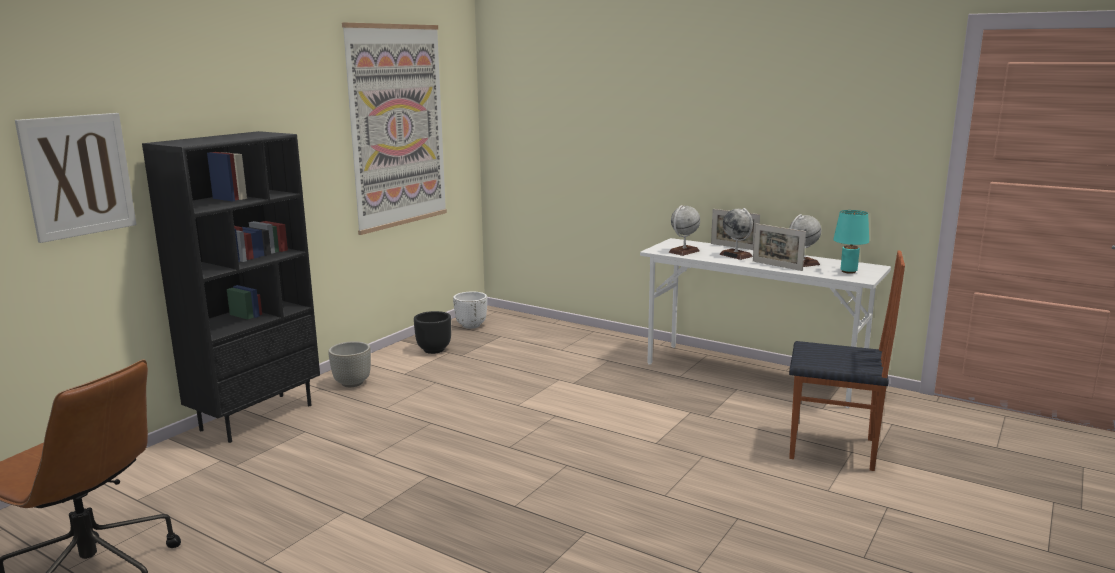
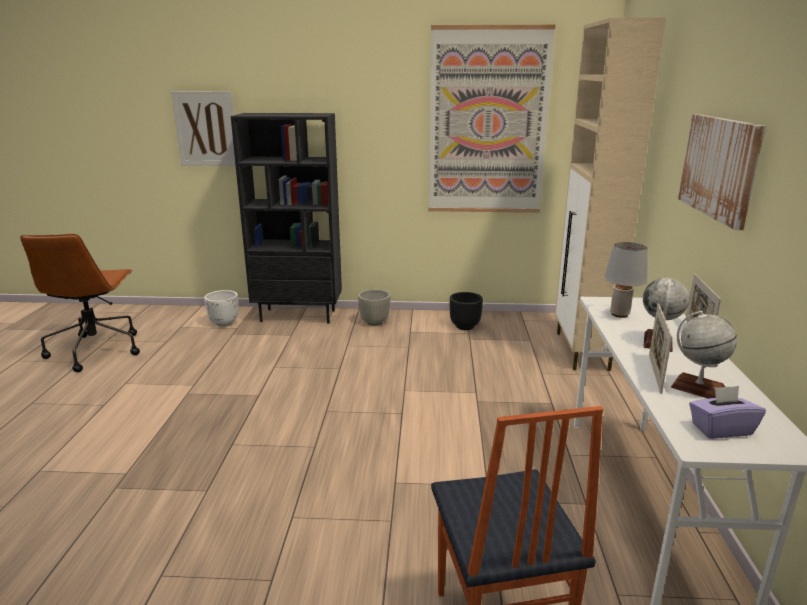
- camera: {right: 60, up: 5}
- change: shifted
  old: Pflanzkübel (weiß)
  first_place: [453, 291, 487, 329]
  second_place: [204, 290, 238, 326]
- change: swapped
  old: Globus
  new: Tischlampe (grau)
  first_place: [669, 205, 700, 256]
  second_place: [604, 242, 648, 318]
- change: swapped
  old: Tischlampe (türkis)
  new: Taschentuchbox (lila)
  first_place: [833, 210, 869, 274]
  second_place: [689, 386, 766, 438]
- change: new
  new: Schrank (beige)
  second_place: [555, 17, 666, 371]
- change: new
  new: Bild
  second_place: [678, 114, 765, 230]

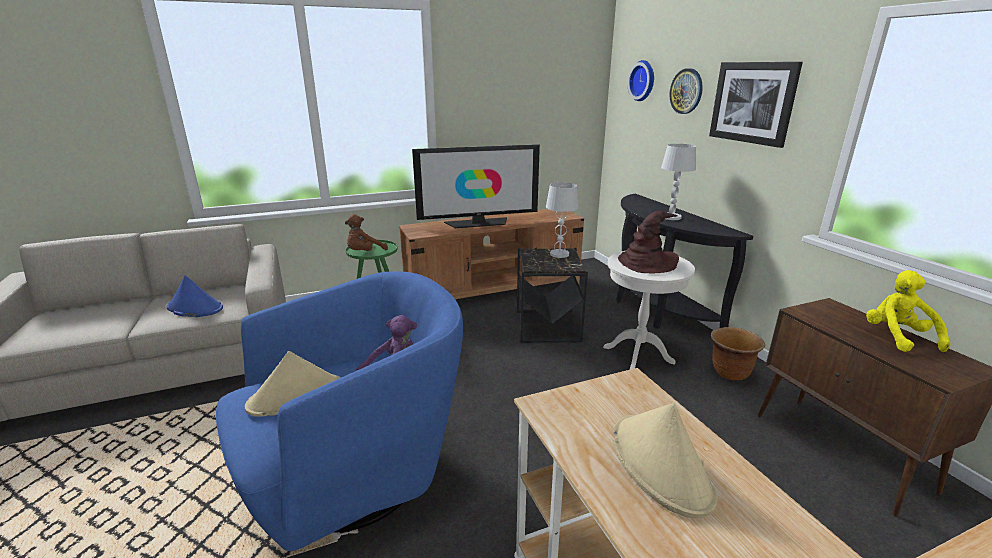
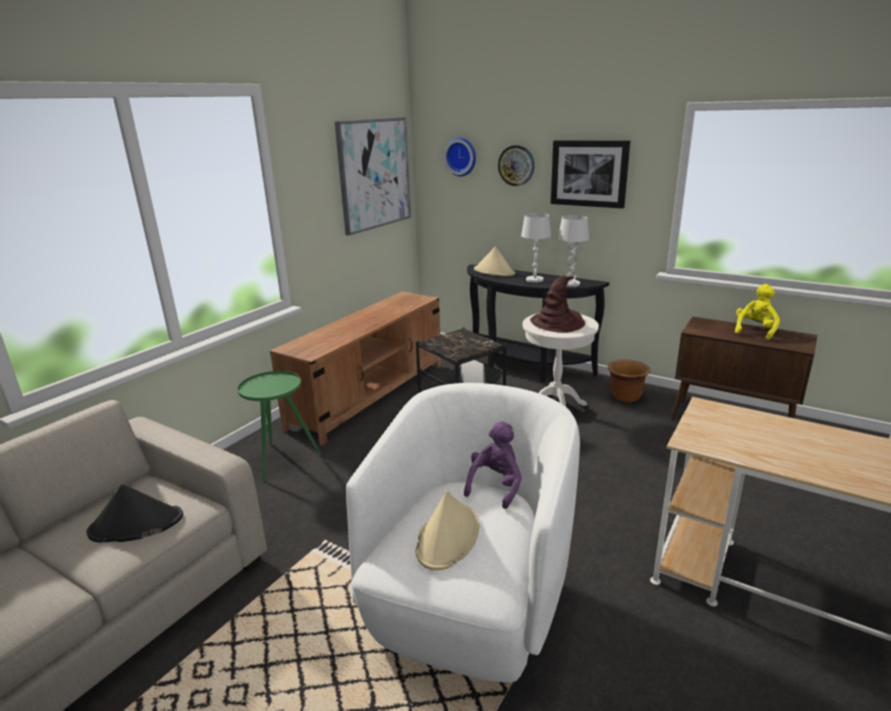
- camera: {right: -35, up: 0}
- change: repainted
  old: Hut (blau)
  new: Hut (schwarz)
  first_place: [167, 275, 223, 317]
  second_place: [87, 484, 183, 543]
- change: repainted
  old: Sessel (blau)
  new: Sessel (weiß)
  first_place: [216, 271, 463, 551]
  second_place: [346, 383, 580, 683]
- change: gone
  old: Plüschtier (braun)
  first_place: [345, 214, 388, 251]
- change: gone
  old: Fernseher
  first_place: [412, 144, 540, 228]
- change: shifted
  old: Tischlampe (weiß)
  first_place: [546, 182, 579, 258]
  second_place: [558, 215, 589, 287]
- change: shifted
  old: Hut (beige)
  first_place: [613, 403, 718, 519]
  second_place: [474, 246, 515, 276]
- change: rotated
  old: Plüschtier (gelb)
  first_place: [866, 270, 951, 352]
  second_place: [735, 284, 780, 340]
  degrees: 75
- change: new
  new: Bild
  second_place: [335, 117, 411, 235]

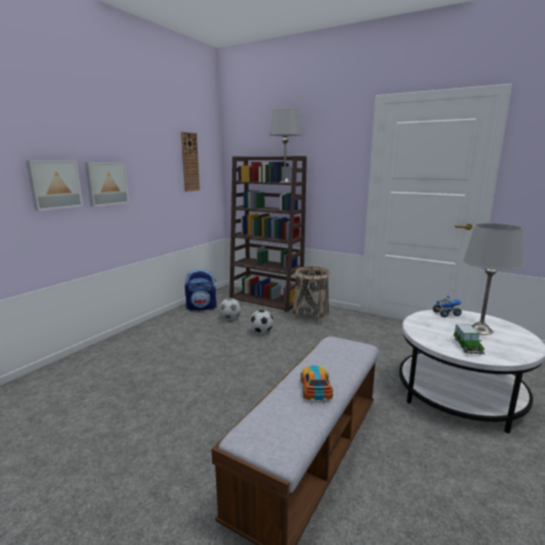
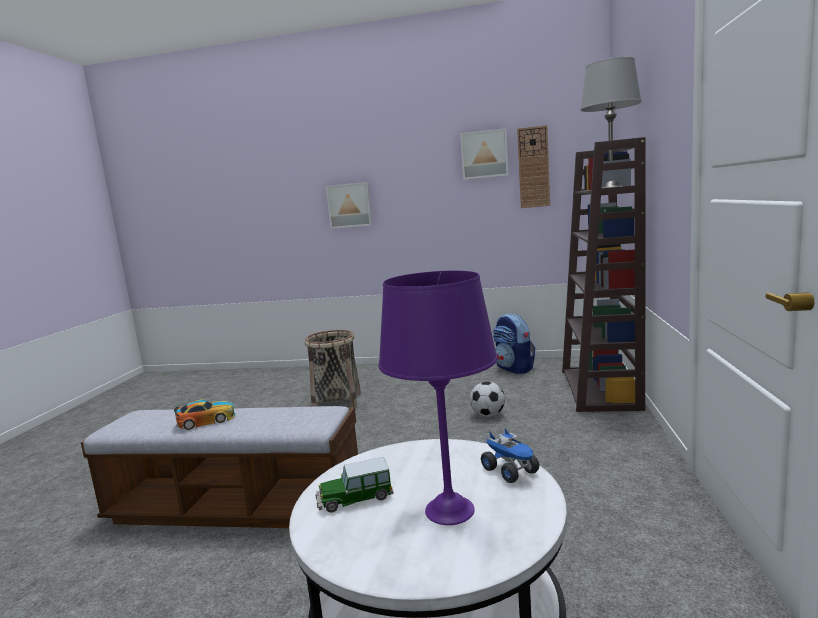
- camera: {right: 70, up: -5}
- change: shifted
  old: Bild
  first_place: [85, 162, 129, 207]
  second_place: [460, 128, 508, 180]
- change: gone
  old: Fußball
  first_place: [219, 298, 241, 320]
- change: shifted
  old: Korb
  first_place: [292, 266, 330, 325]
  second_place: [305, 330, 361, 409]
- change: repainted
  old: Tischlampe (grau)
  new: Tischlampe (lila)
  first_place: [463, 223, 524, 335]
  second_place: [379, 270, 498, 525]

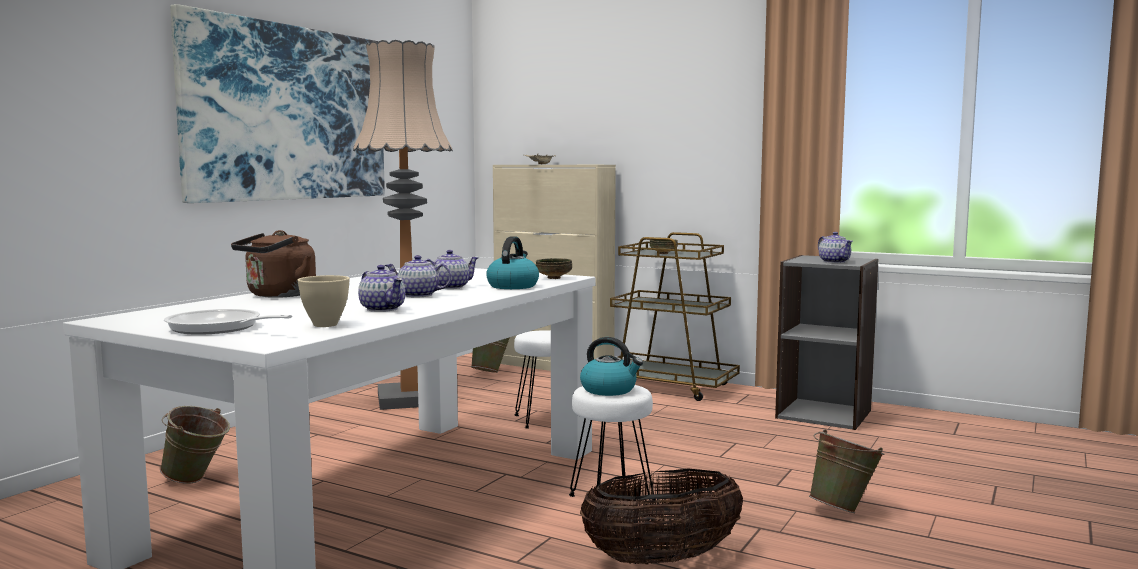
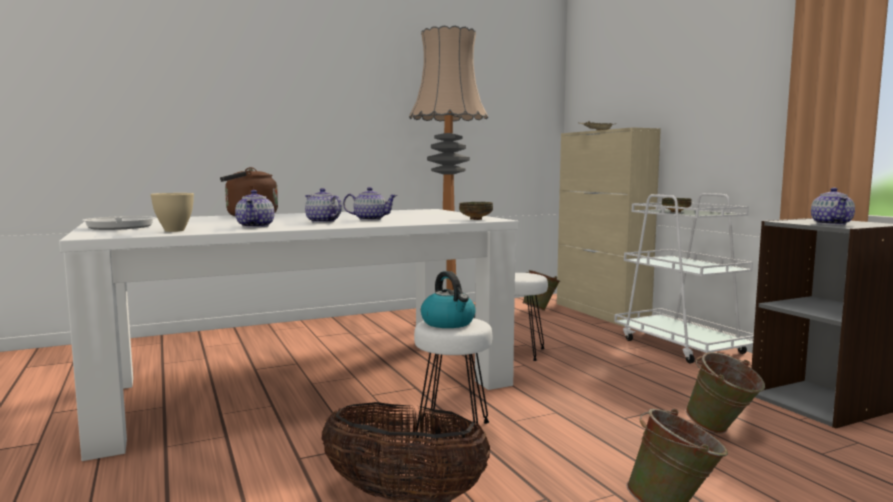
- camera: {right: 35, up: 0}
- change: shifted
  old: Eimer (grün)
  first_place: [160, 406, 230, 484]
  second_place: [685, 352, 765, 434]
- change: gone
  old: Bild
  first_place: [170, 4, 385, 203]
- change: gone
  old: Wasserkessel
  first_place: [486, 236, 539, 289]
- change: repainted
  old: Rollwagen (braun)
  new: Rollwagen (weiß)
  first_place: [610, 232, 740, 401]
  second_place: [614, 193, 754, 363]

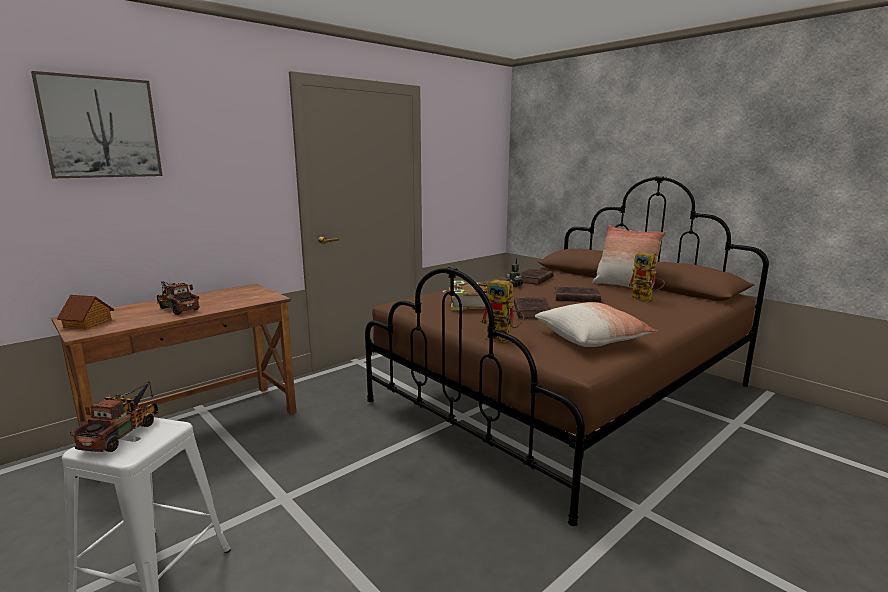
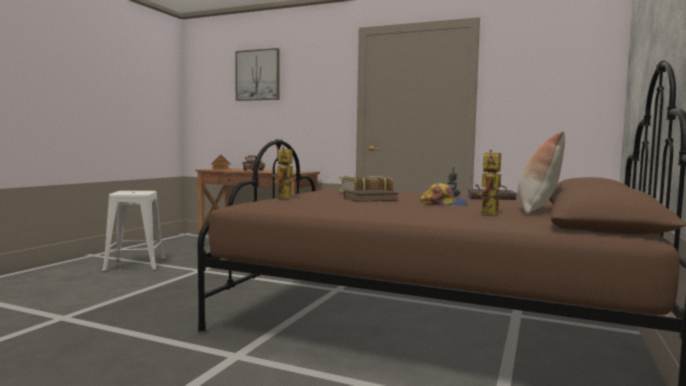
- camera: {right: 65, up: -10}
- change: gone
  old: Spielzeuglaster
  first_place: [70, 381, 159, 452]
- change: gone
  old: Kissen
  first_place: [535, 302, 658, 347]
- change: swapped
  old: Buch (braun)
  new: Kappe
  first_place: [554, 287, 601, 302]
  second_place: [420, 183, 468, 206]

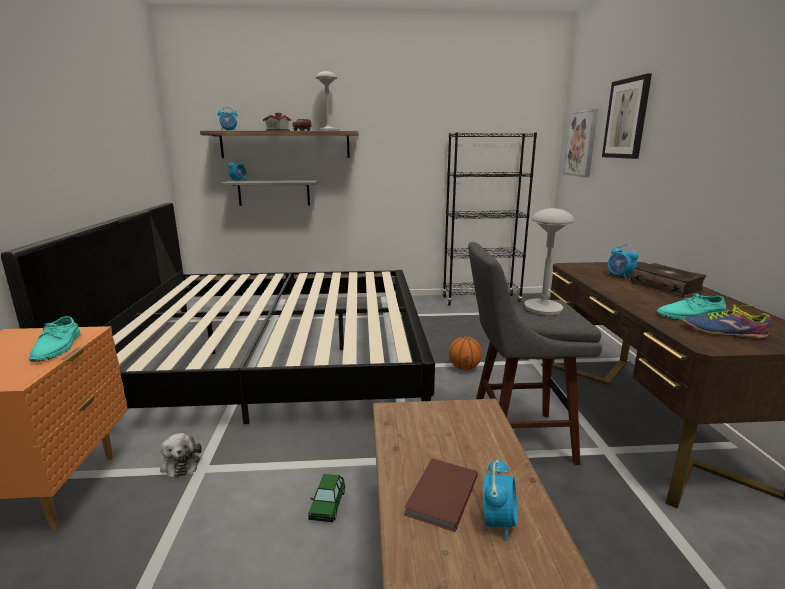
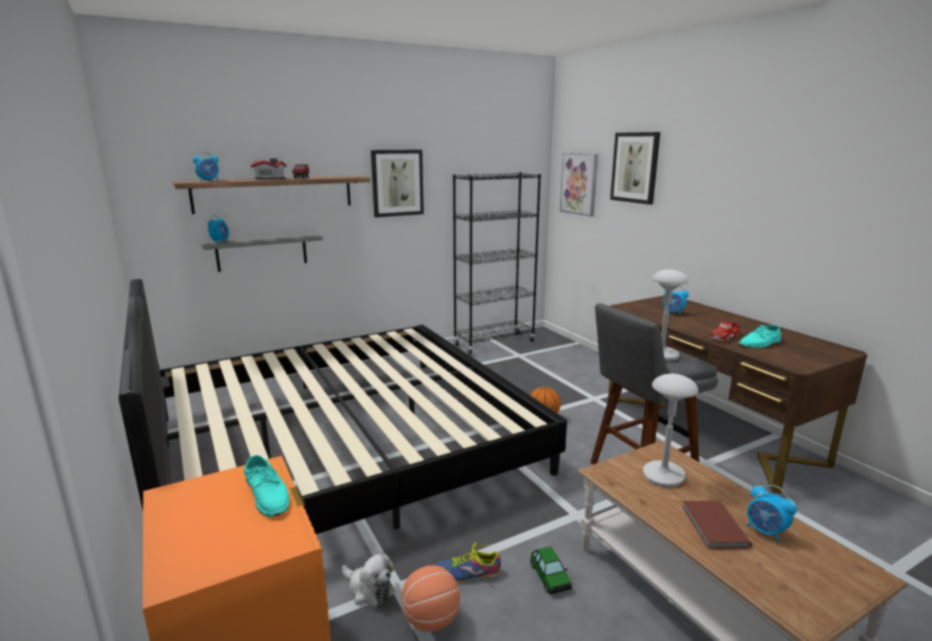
- camera: {right: -25, up: 0}
- change: shifted
  old: Tischlampe (grau)
  first_place: [316, 71, 339, 131]
  second_place: [643, 374, 699, 487]
- change: rotated
  old: Wecker
  first_place: [483, 458, 517, 541]
  second_place: [746, 485, 797, 543]
  degrees: 150
- change: gone
  old: Buch
  first_place: [631, 263, 707, 297]
- change: shifted
  old: Schuh
  first_place: [683, 305, 772, 339]
  second_place: [435, 542, 501, 583]
- change: new
  new: Bild
  second_place: [371, 150, 424, 217]
- change: new
  new: Basketball
  second_place: [402, 565, 460, 632]
- change: new
  new: Spielzeuglaster
  second_place: [710, 321, 741, 341]

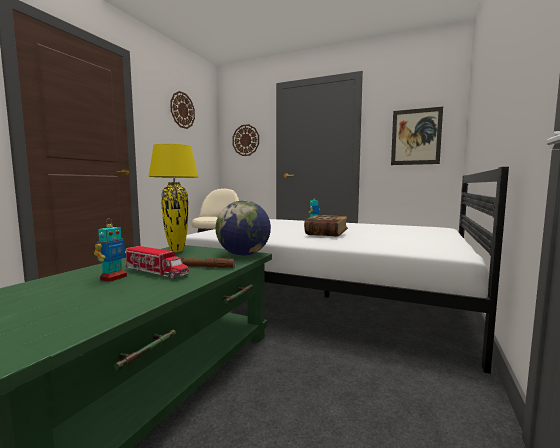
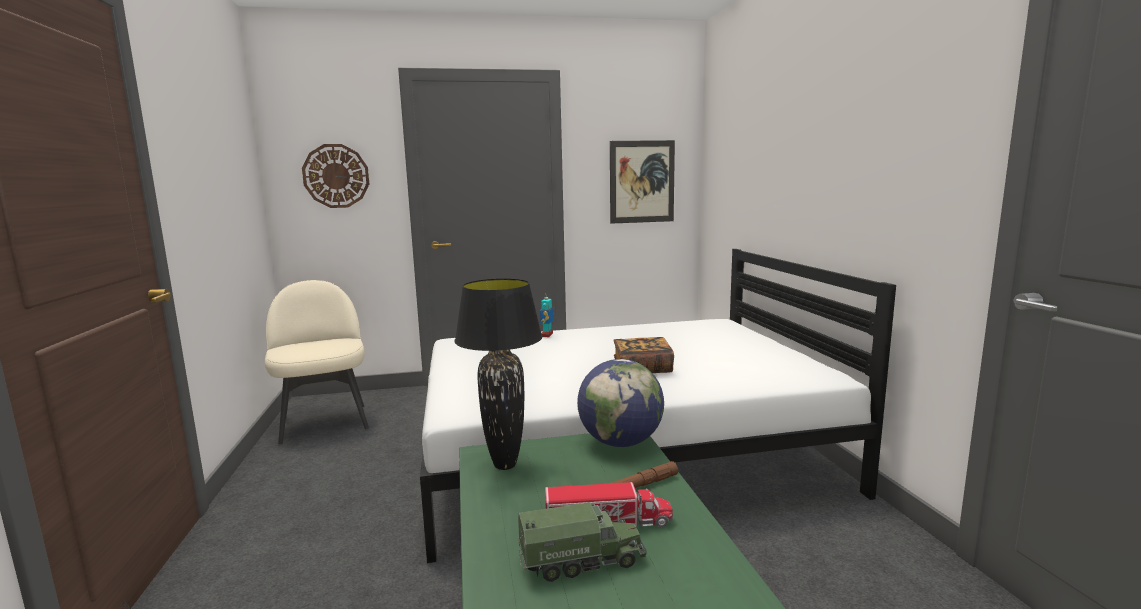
- camera: {right: -35, up: 5}
- change: swapped
  old: Spielzeugroboter
  new: Spielzeuglaster
  first_place: [94, 218, 127, 282]
  second_place: [518, 502, 647, 582]
- change: repainted
  old: Tischlampe (gelb)
  new: Tischlampe (schwarz)
  first_place: [148, 144, 198, 252]
  second_place: [455, 278, 542, 470]
- change: gone
  old: Wanduhr
  first_place: [170, 91, 195, 129]

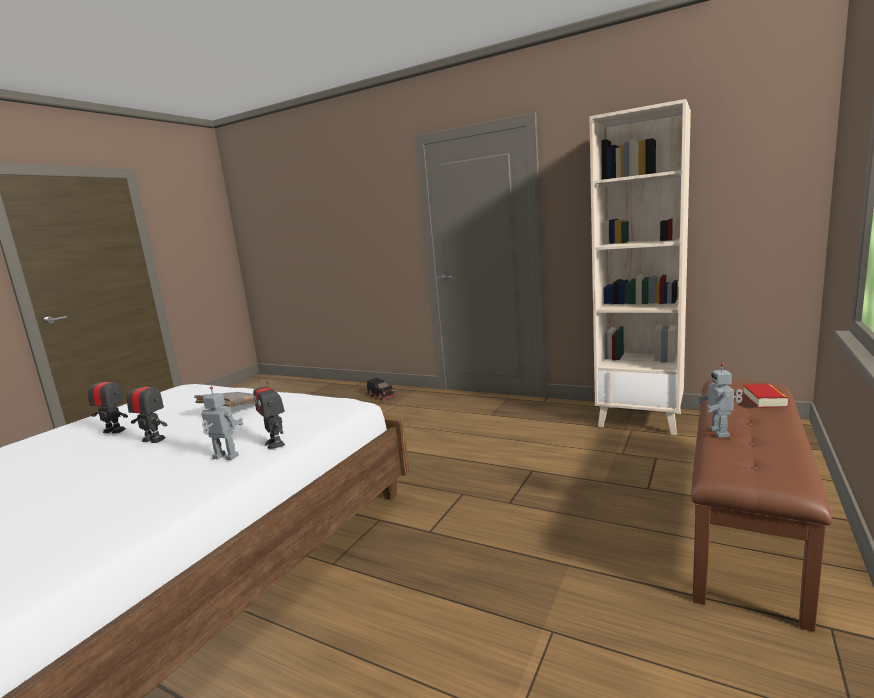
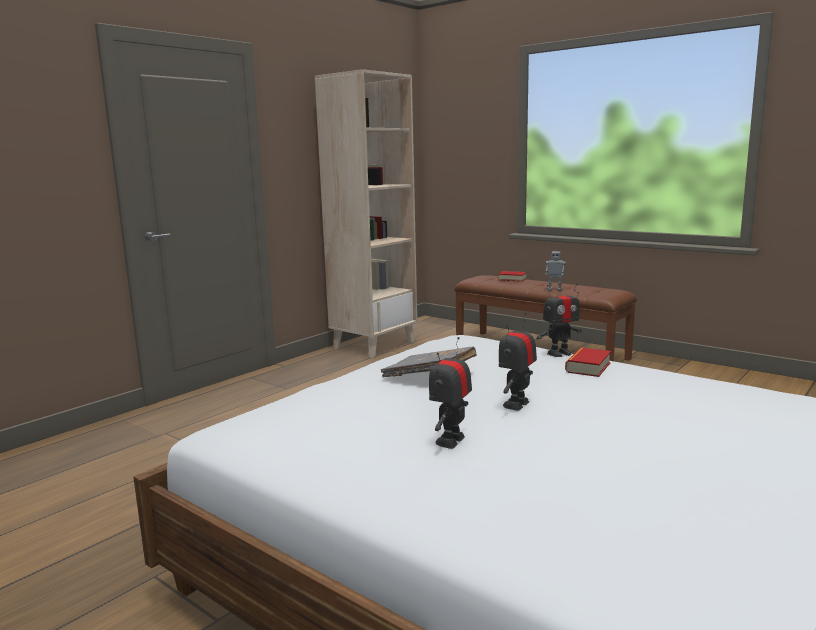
- camera: {right: -80, up: 0}
- change: swapped
  old: Spielzeugroboter
  new: Buch
  first_place: [202, 386, 244, 460]
  second_place: [565, 348, 611, 377]
- change: gone
  old: Spielzeuglaster
  first_place: [367, 377, 396, 400]

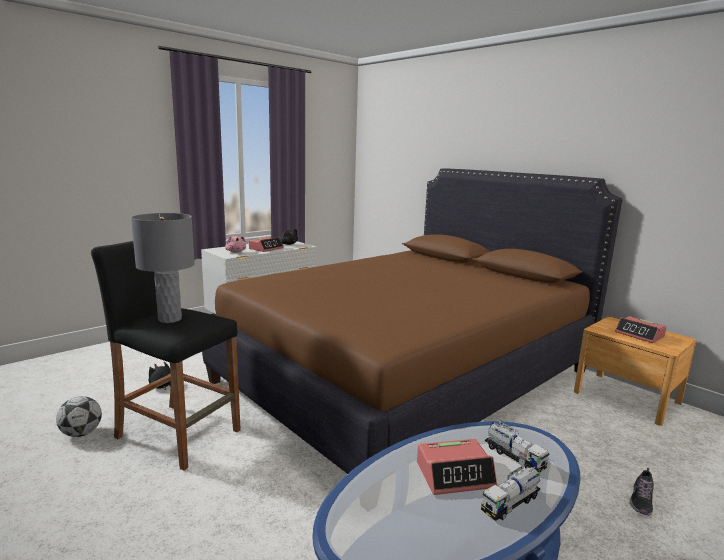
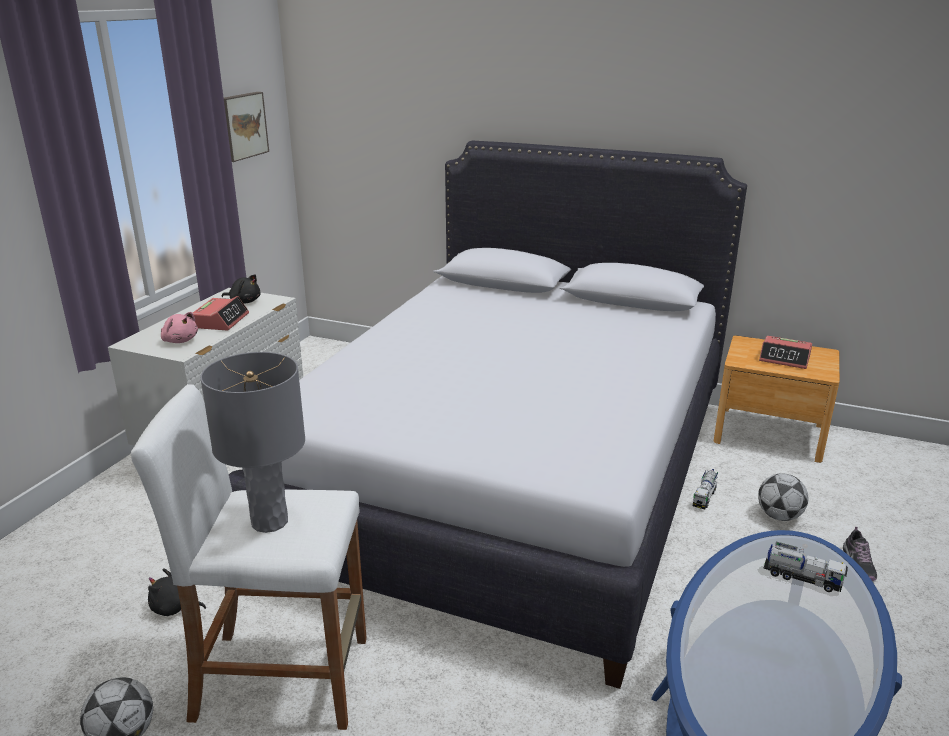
- camera: {right: -25, up: 10}
- change: repainted
  old: Hocker (schwarz)
  new: Hocker (weiß)
  first_place: [91, 241, 241, 471]
  second_place: [131, 384, 367, 730]
- change: repainted
  old: Bett (braun)
  new: Bett (weiß)
  first_place: [202, 168, 622, 474]
  second_place: [229, 141, 747, 689]
- change: gone
  old: Wecker
  first_place: [417, 439, 497, 495]
- change: shifted
  old: Spielzeuglaster
  first_place: [481, 465, 541, 521]
  second_place: [693, 469, 718, 509]
- change: new
  new: Bild
  second_place: [224, 92, 269, 162]
- change: new
  new: Fußball
  second_place: [758, 473, 808, 521]

